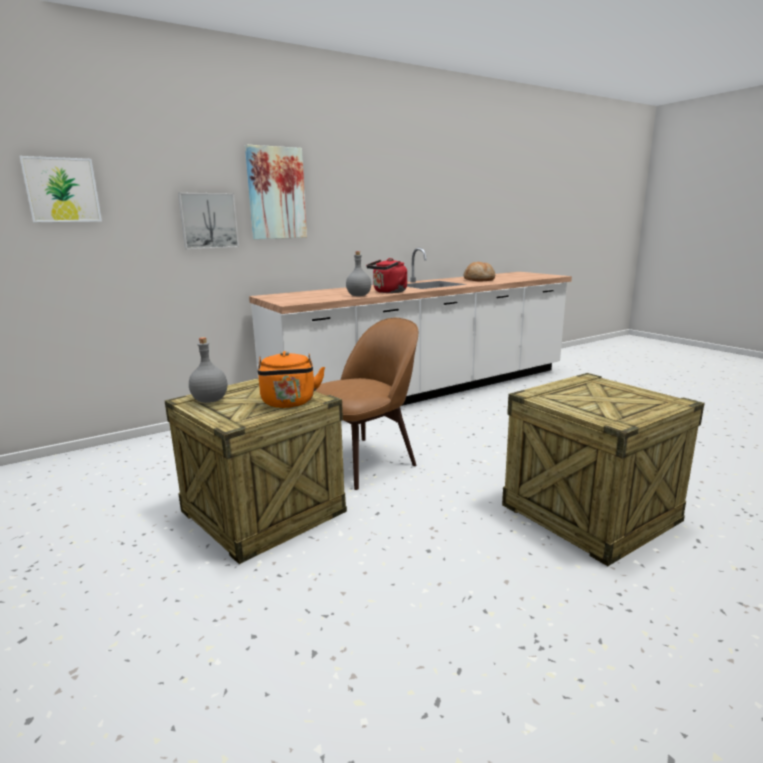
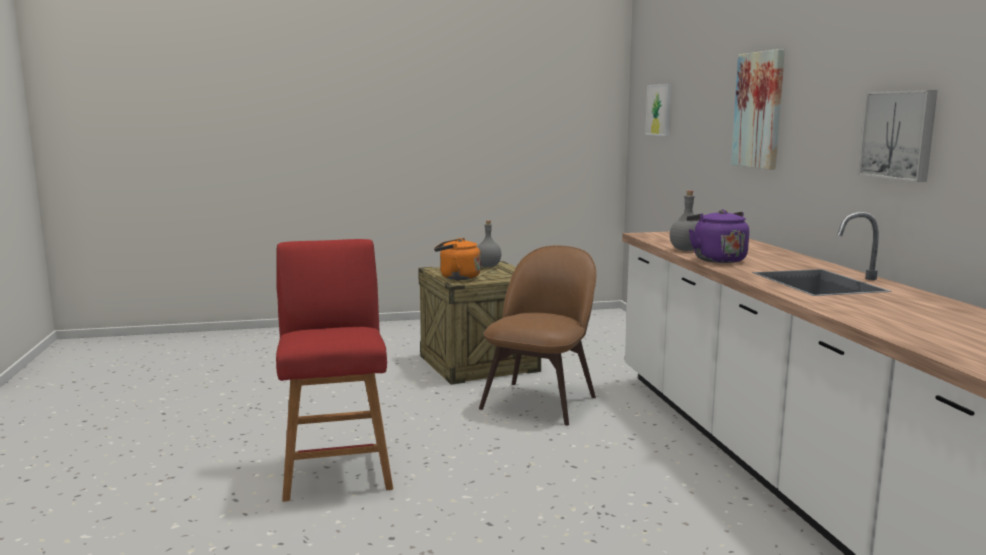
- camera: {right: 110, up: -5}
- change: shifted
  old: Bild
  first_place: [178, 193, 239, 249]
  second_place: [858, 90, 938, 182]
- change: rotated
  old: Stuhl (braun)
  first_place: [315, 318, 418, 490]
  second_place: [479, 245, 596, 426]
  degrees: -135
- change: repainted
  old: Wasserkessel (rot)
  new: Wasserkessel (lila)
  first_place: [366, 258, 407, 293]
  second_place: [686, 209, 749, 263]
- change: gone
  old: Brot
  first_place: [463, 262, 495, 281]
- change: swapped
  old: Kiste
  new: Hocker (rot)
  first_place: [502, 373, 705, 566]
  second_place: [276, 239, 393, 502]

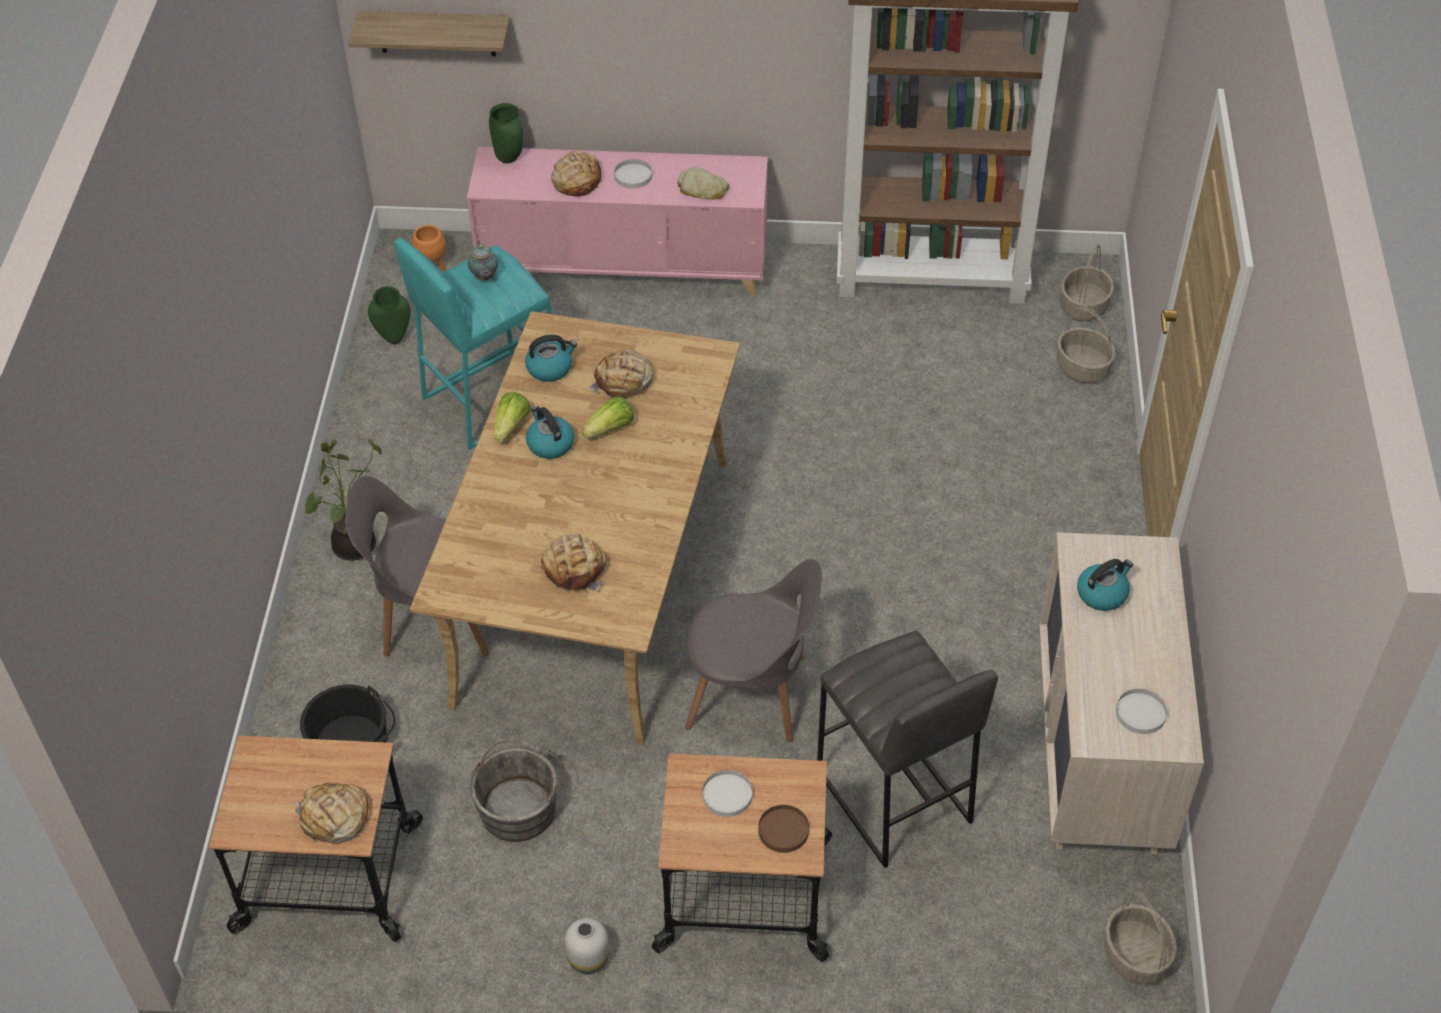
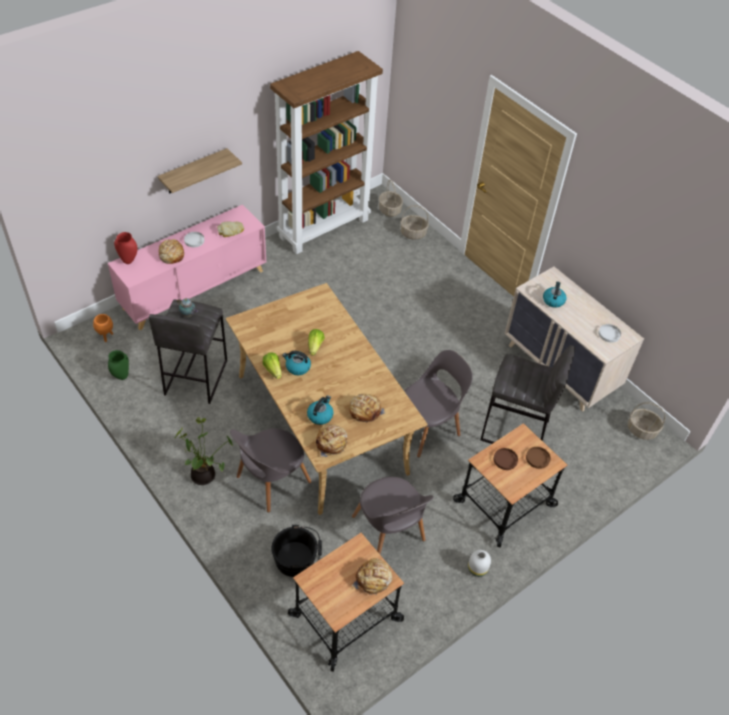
- camera: {right: -45, up: 0}
- change: shifted
  old: Wandregal
  first_place: [348, 11, 510, 56]
  second_place: [157, 148, 242, 194]
- change: repainted
  old: Hocker (türkis)
  new: Hocker (grau)
  first_place: [394, 238, 552, 450]
  second_place: [149, 299, 227, 404]
- change: swapped
  old: Eimer (grau)
  new: Stuhl (grau)
  first_place: [470, 740, 564, 842]
  second_place: [352, 477, 434, 554]
- change: repainted
  old: Vase (grün)
  new: Vase (rot)
  first_place: [489, 103, 523, 163]
  second_place: [114, 232, 137, 264]
- change: shifted
  old: Wasserkessel
  first_place: [525, 334, 577, 382]
  second_place: [307, 395, 333, 425]
- change: shifted
  old: Brot
  first_place: [588, 349, 653, 400]
  second_place: [316, 424, 347, 457]
- change: repainted
  old: Teller (weiß)
  new: Teller (braun)
  first_place: [703, 770, 752, 817]
  second_place: [494, 448, 518, 470]

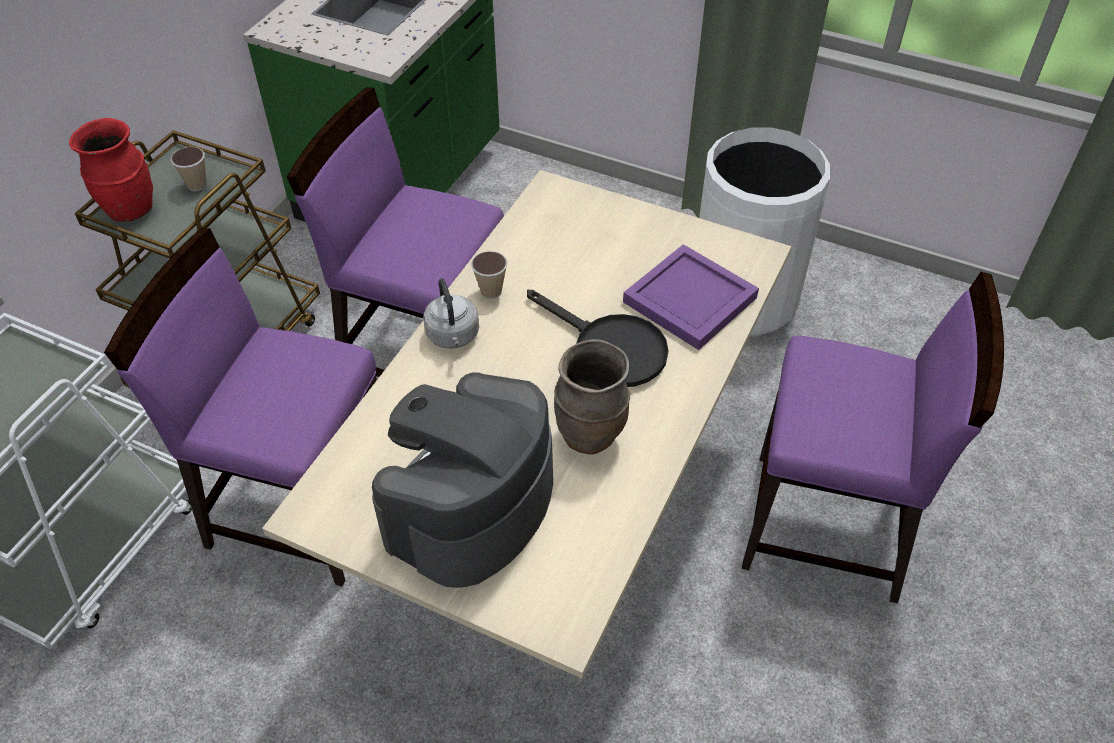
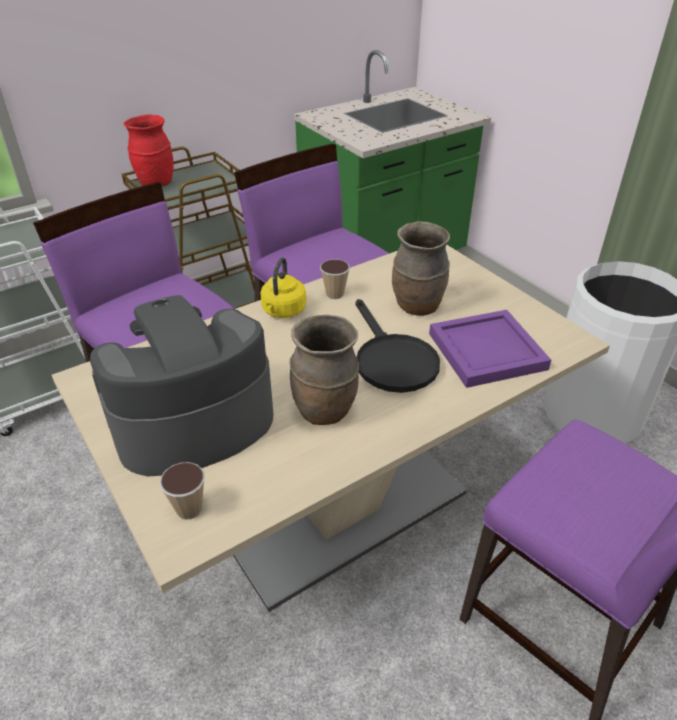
- camera: {right: 30, up: -10}
- change: shifted
  old: Tasse
  first_place: [171, 147, 207, 191]
  second_place: [159, 462, 205, 519]
- change: repainted
  old: Wasserkessel (grau)
  new: Wasserkessel (gelb)
  first_place: [423, 278, 479, 349]
  second_place: [260, 257, 306, 318]
- change: new
  new: Vase (braun)
  second_place: [392, 221, 450, 316]

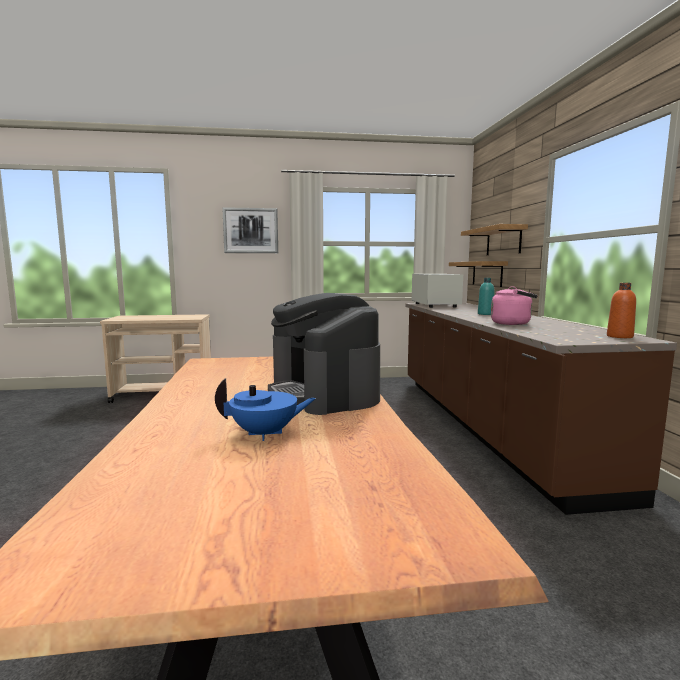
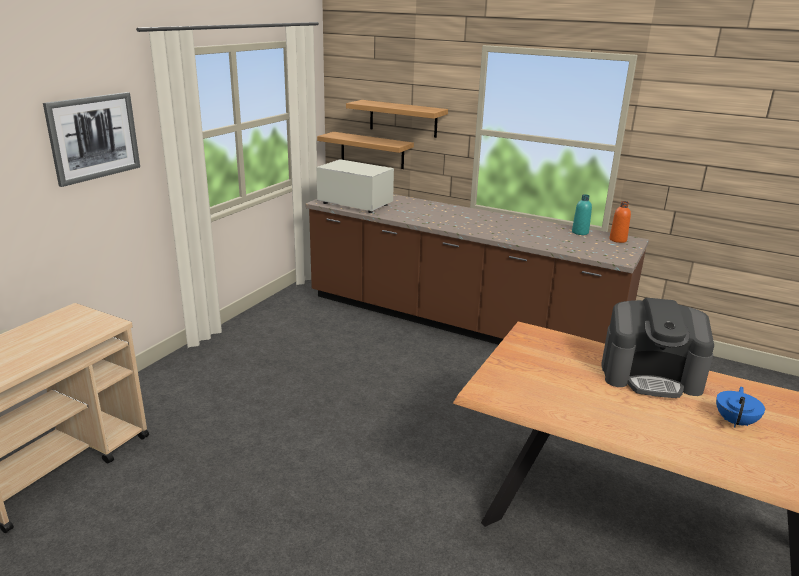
- camera: {right: -55, up: 15}
- change: shifted
  old: Flasche (türkis)
  first_place: [478, 278, 494, 315]
  second_place: [572, 194, 592, 235]
- change: gone
  old: Wasserkessel (rosa)
  first_place: [491, 286, 538, 325]

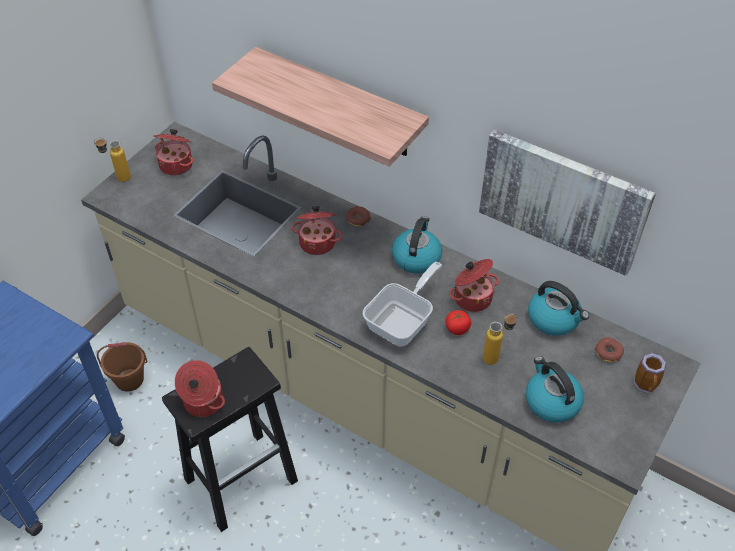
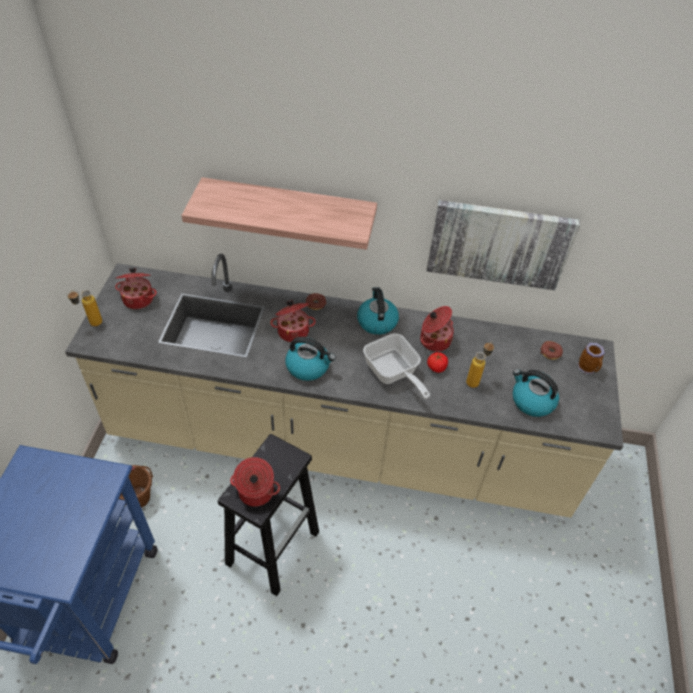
- camera: {right: -25, up: 0}
- change: rotated
  old: Pfanne
  first_place: [363, 262, 442, 346]
  second_place: [363, 333, 430, 399]
  degrees: 135
- change: shifted
  old: Wasserkessel
  first_place: [528, 281, 589, 336]
  second_place: [285, 337, 336, 381]

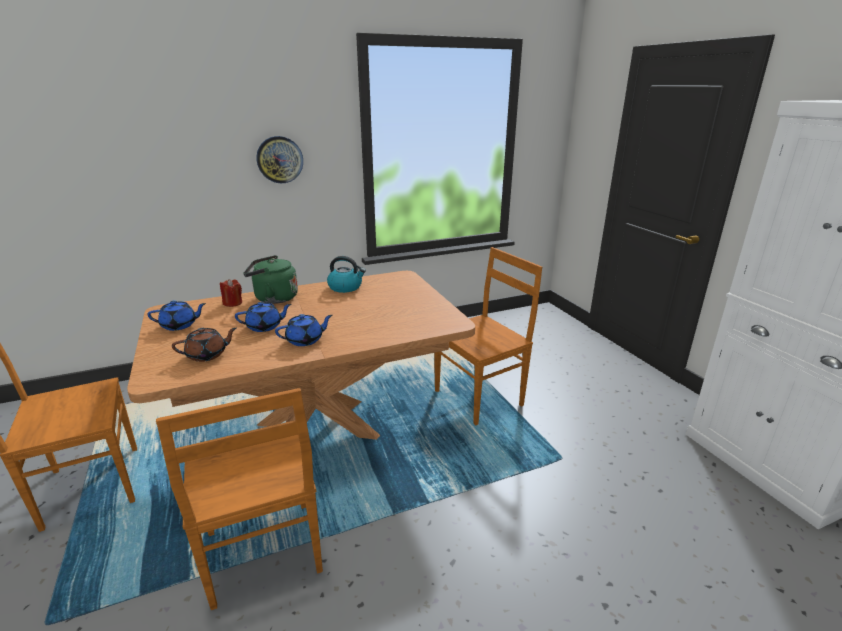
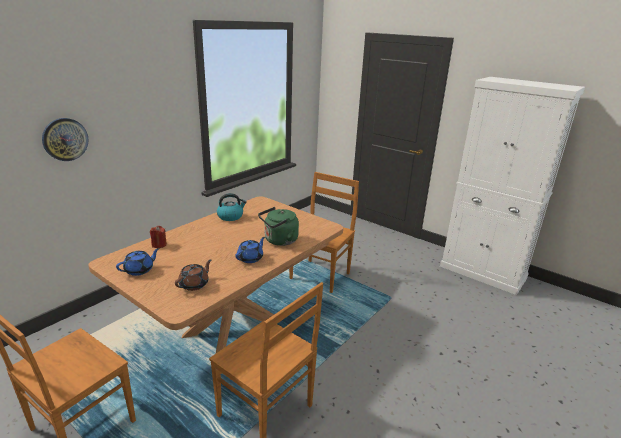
- camera: {right: -30, up: 0}
- change: gone
  old: Teekanne (blau)
  first_place: [235, 302, 292, 332]
- change: shifted
  old: Wasserkessel (grün)
  first_place: [243, 255, 298, 304]
  second_place: [258, 207, 299, 246]
- change: shifted
  old: Wanduhr
  first_place: [256, 136, 303, 183]
  second_place: [42, 118, 89, 161]

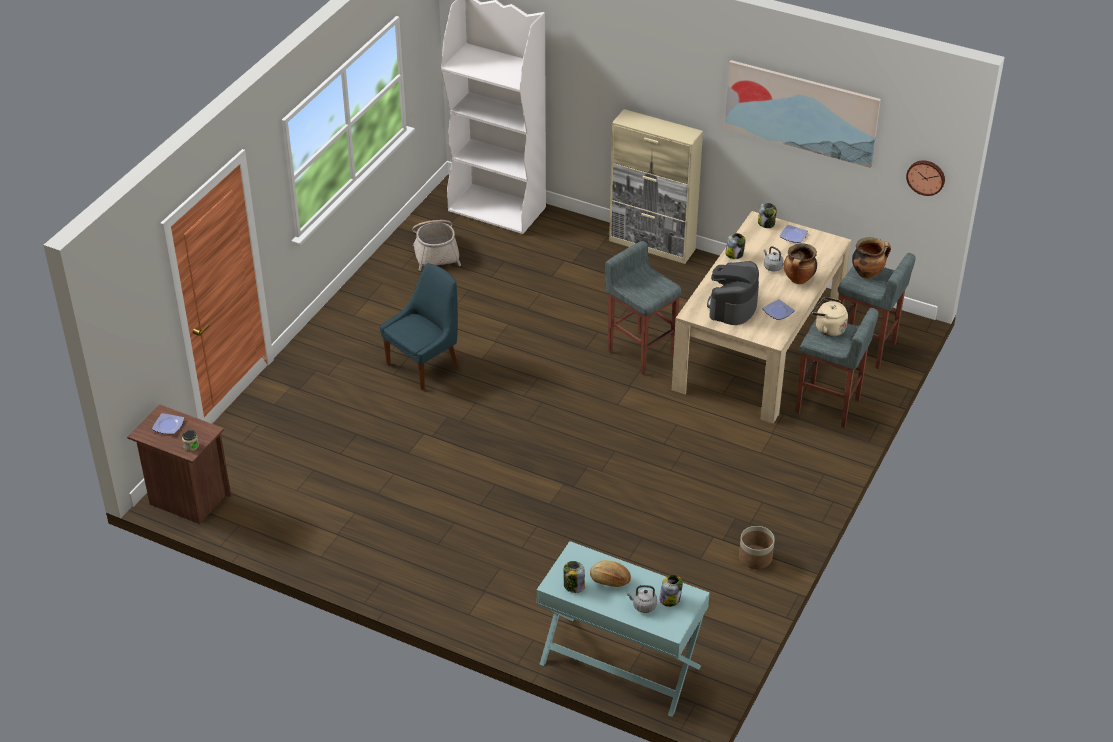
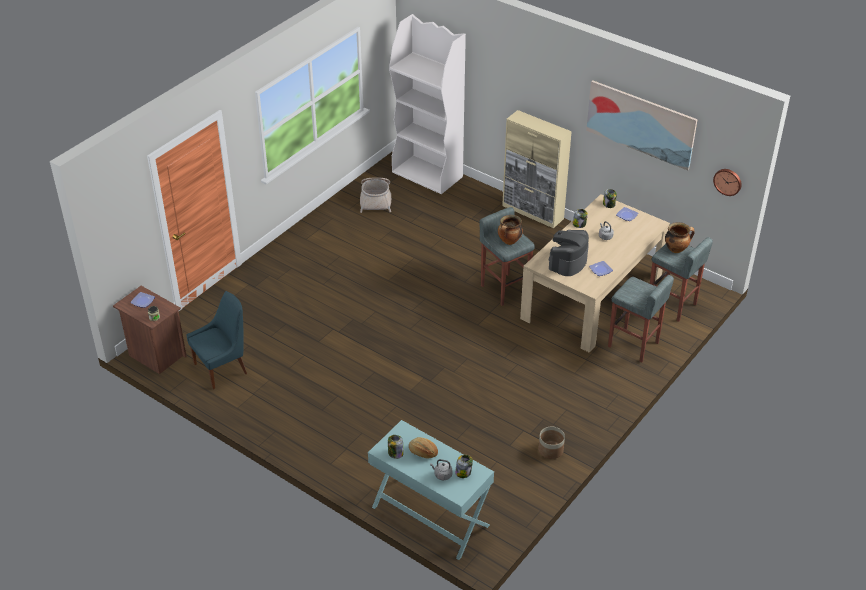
- camera: {right: 10, up: 0}
- change: shifted
  old: Stuhl (blau)
  first_place: [380, 263, 458, 390]
  second_place: [186, 291, 247, 389]
- change: shifted
  old: Kochtopf
  first_place: [784, 243, 817, 284]
  second_place: [498, 215, 523, 245]
- change: gone
  old: Wasserkessel (beige)
  first_place: [812, 297, 848, 337]

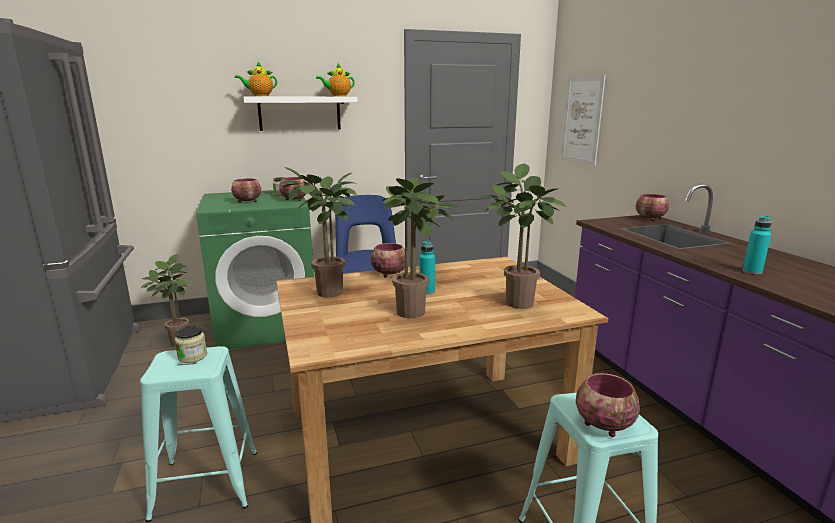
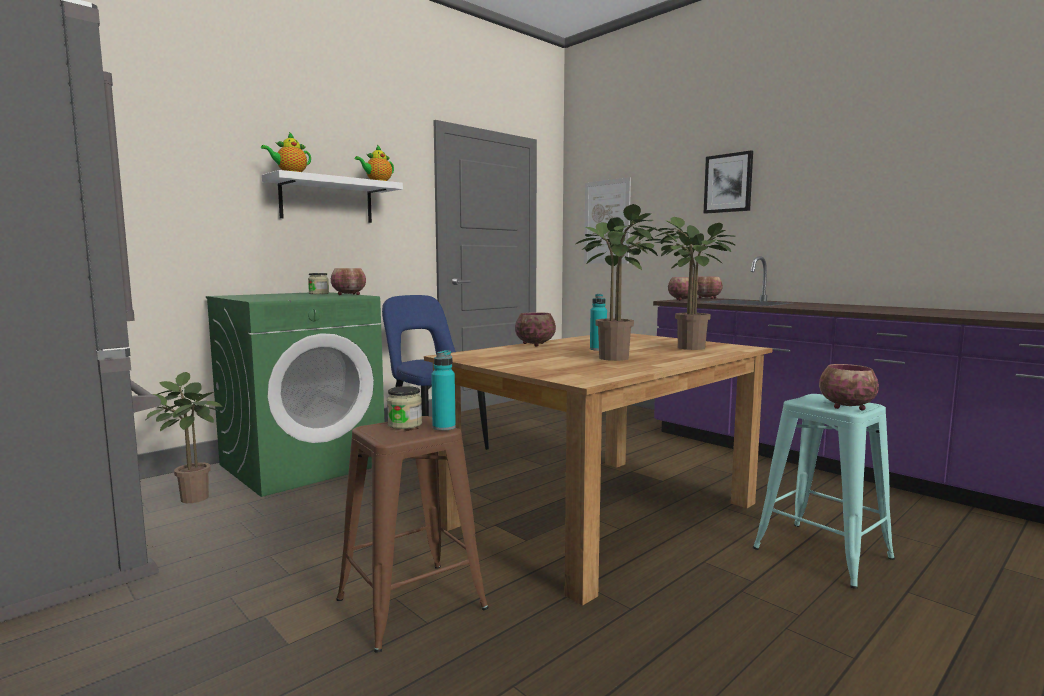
- camera: {right: -25, up: -10}
- change: repainted
  old: Hocker (türkis)
  new: Hocker (braun)
  first_place: [140, 346, 257, 522]
  second_place: [336, 416, 489, 652]
- change: shifted
  old: Schüssel
  first_place: [231, 178, 261, 203]
  second_place: [668, 277, 699, 301]
- change: gone
  old: Topfpflanze
  first_place: [279, 167, 357, 298]
- change: shifted
  old: Flasche (türkis)
  first_place: [743, 216, 772, 275]
  second_place: [431, 350, 456, 431]
- change: new
  new: Bild
  second_place: [704, 150, 753, 214]

